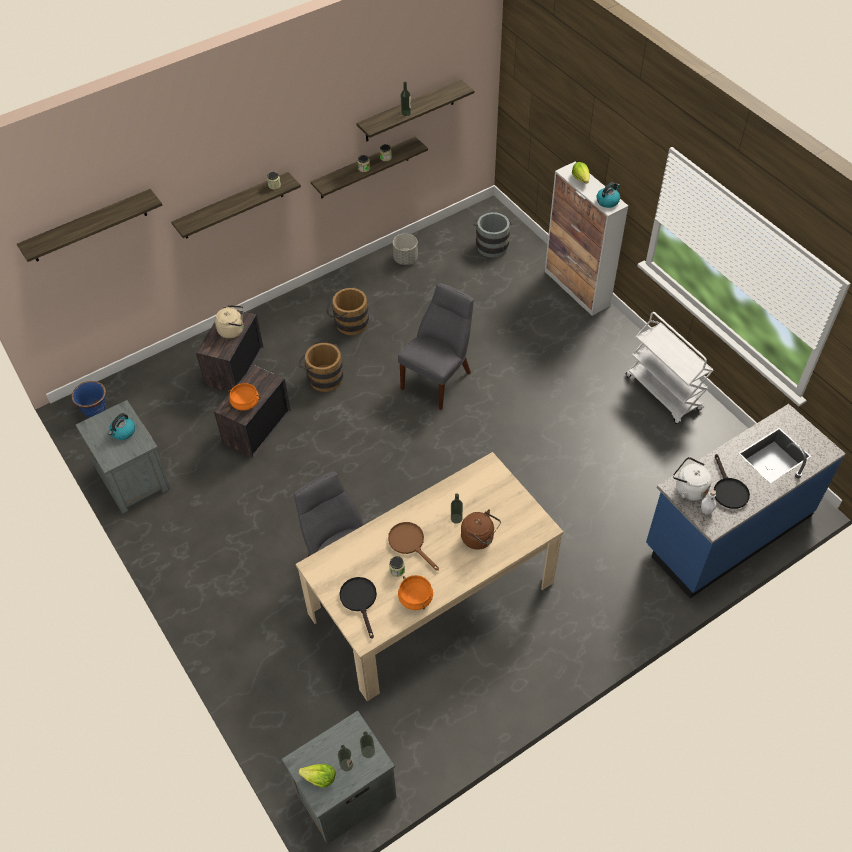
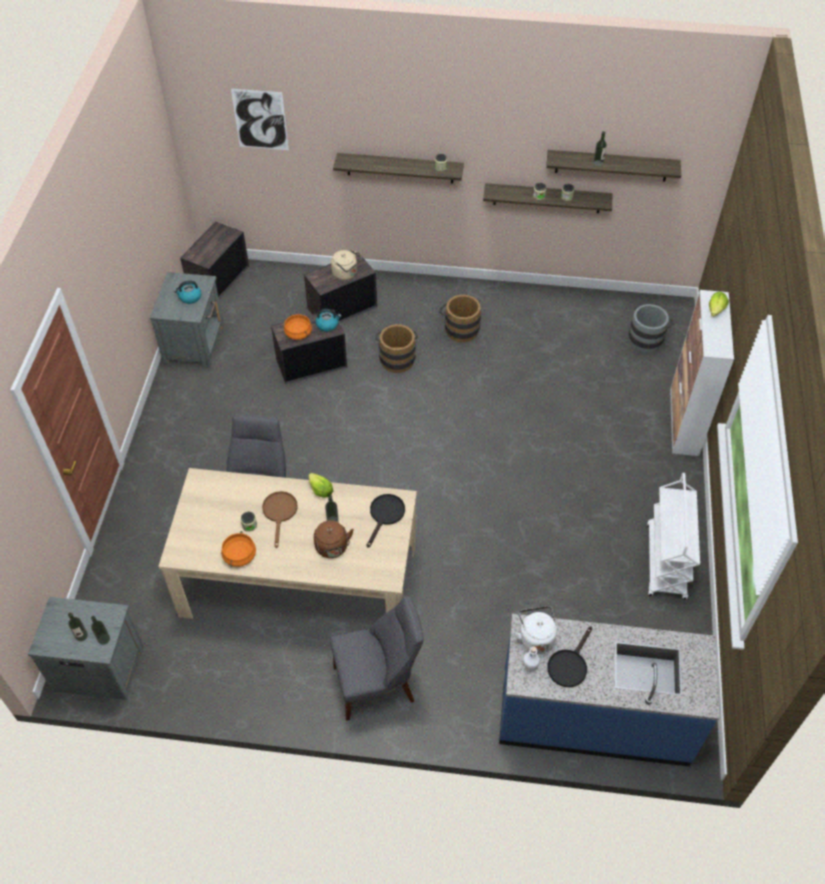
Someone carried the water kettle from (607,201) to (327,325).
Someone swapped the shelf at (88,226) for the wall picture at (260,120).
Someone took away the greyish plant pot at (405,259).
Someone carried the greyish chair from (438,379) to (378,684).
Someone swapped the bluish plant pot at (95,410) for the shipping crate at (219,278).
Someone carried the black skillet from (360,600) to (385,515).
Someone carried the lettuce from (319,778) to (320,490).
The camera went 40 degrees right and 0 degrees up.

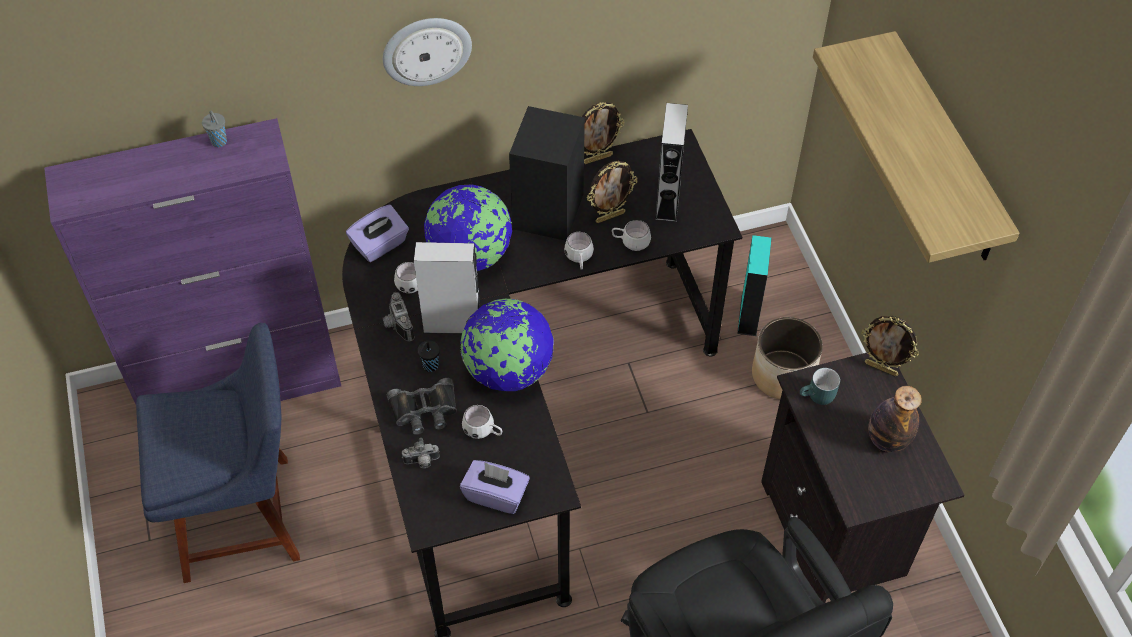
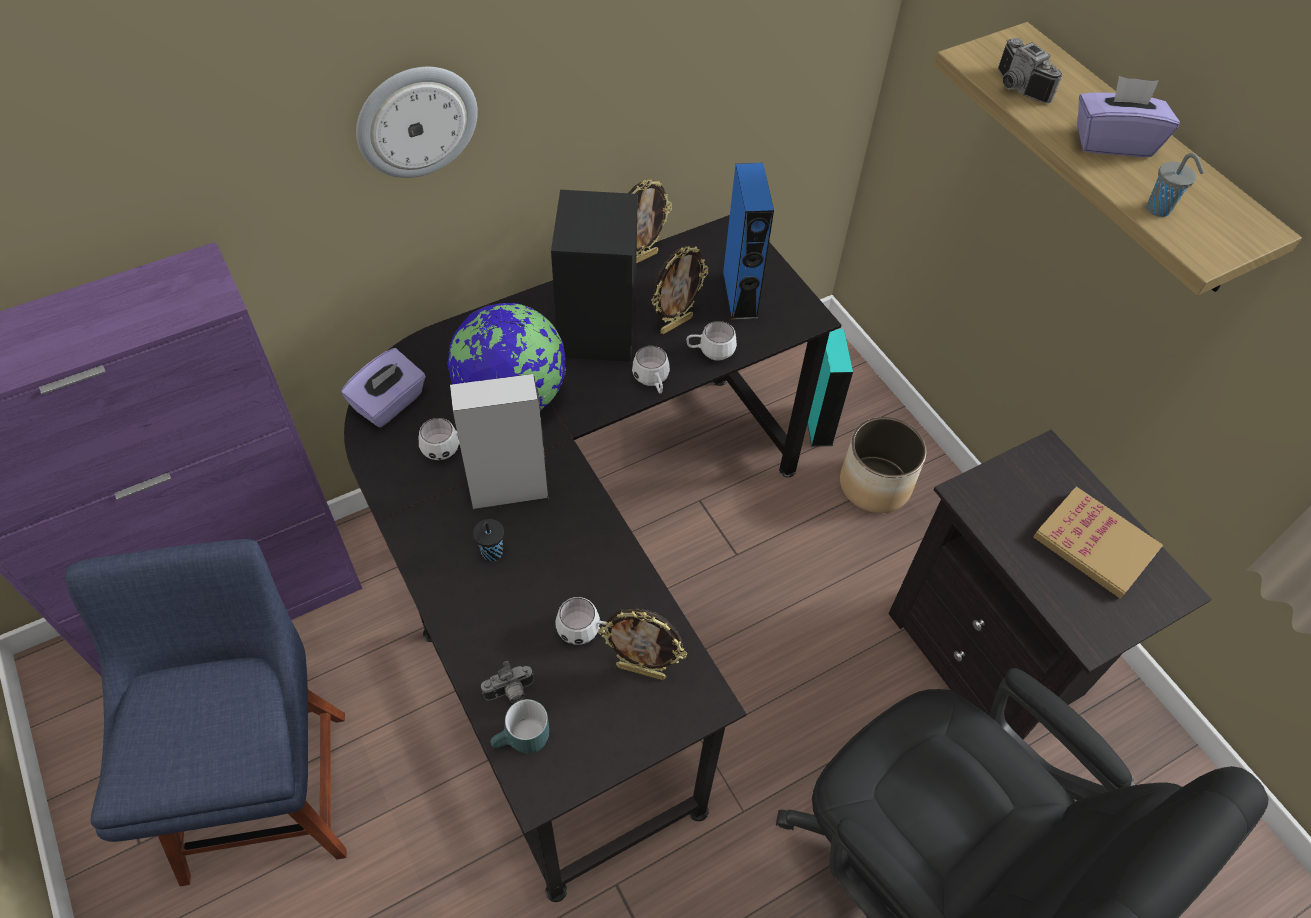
Someone repainted the greyish speaker at (668,200), which became the bluish speaker at (739,294).
Someone carried the greyish small cup from (219,142) to (1159,210).
Someone carried the photo camera from (396,325) to (1016,88).
Someone took away the globe at (508,371).
Someone carried the picture frame from (881,368) to (641,670).
Someone rotated the bluish chair at (245,517) by 75 degrees counterclockwise.
Someone carried the blue-green tea mug from (818,397) to (523,741).
Someone took away the black field glasses at (424,410).
Someone swapped the bottle at (887,439) for the volume at (1095,544).
Someone carried the purple-coloured tissue box from (496,495) to (1112,142).
The camera went 15 degrees left and 0 degrees up.

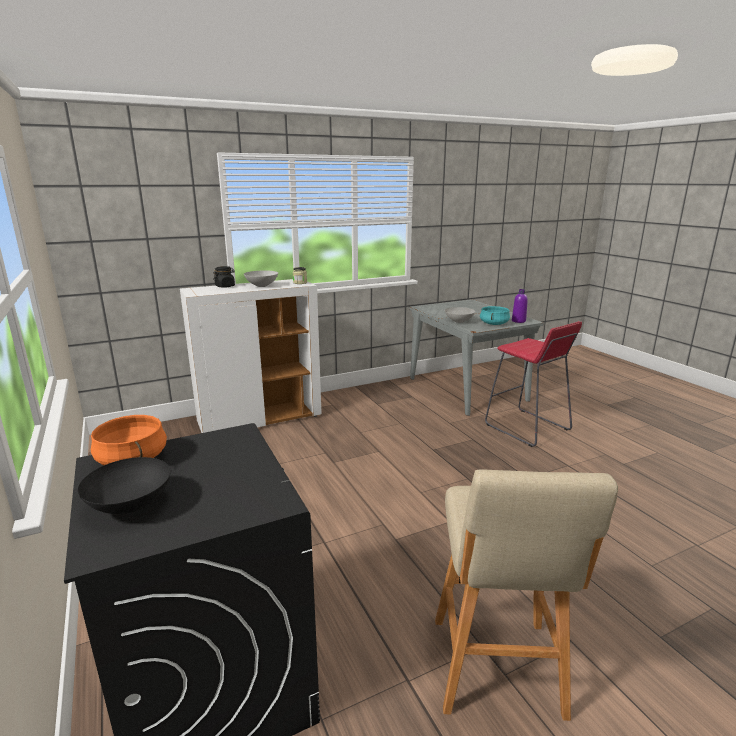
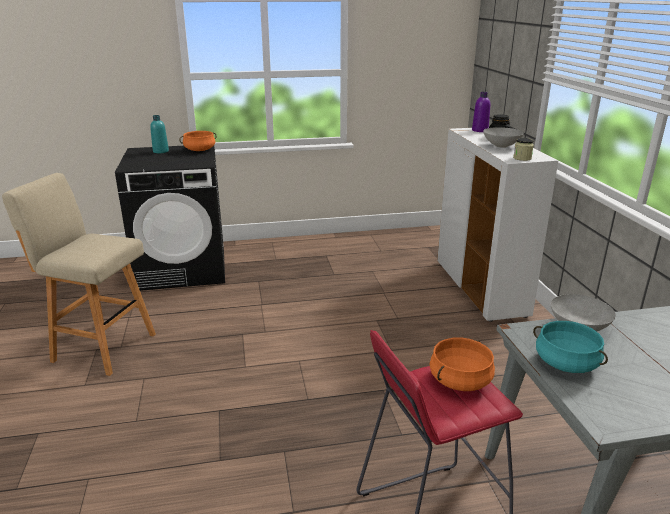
Someone carried the purple-coloured bottle from (518,321) to (480,130).
Someone swapped the black bowl at (131,505) for the blue-green bottle at (160,151).
Someone put down the orange-coloured stockpot at (459,380).
The camera went 105 degrees right and 5 degrees up.

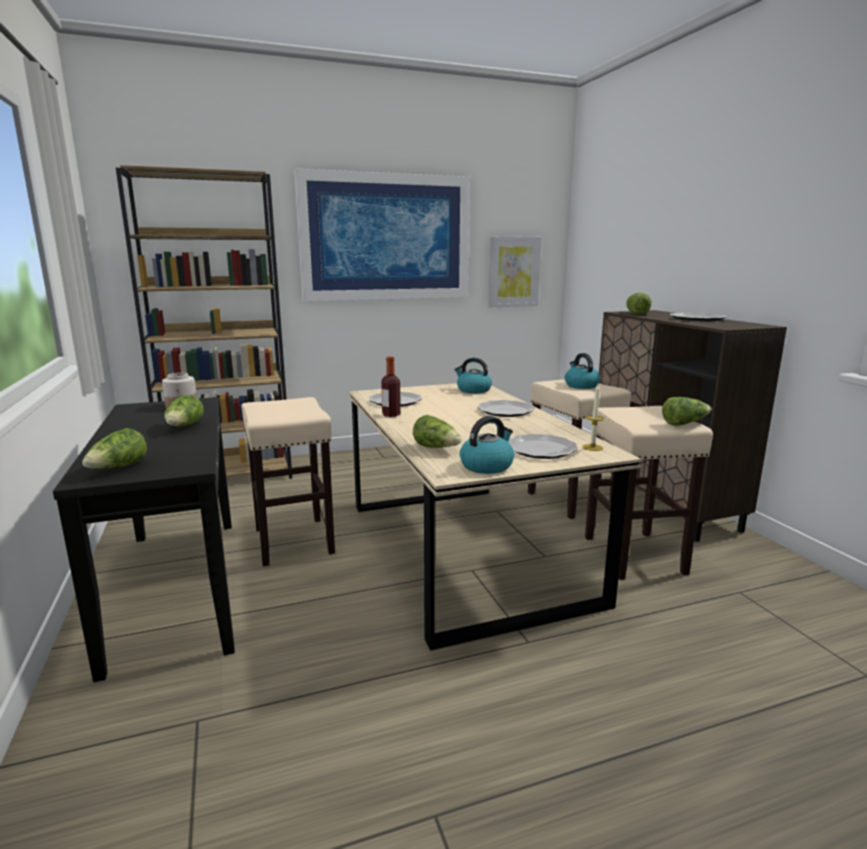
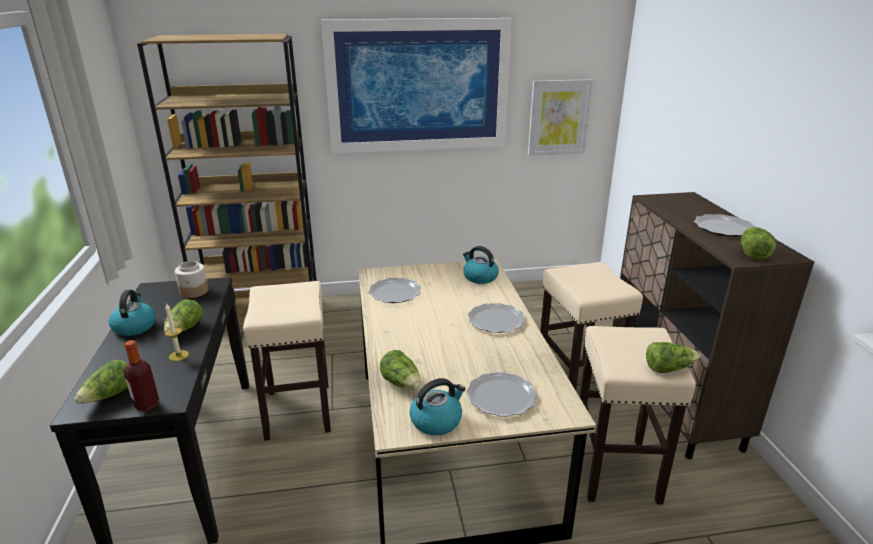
Someone carried the lettuce from (636,313) to (752,253).
Someone carried the water kettle from (581,385) to (134,326).
Someone carried the bottle from (391,415) to (146,404).
Someone carried the candle from (592,447) to (178,355).
The camera went 10 degrees right and 10 degrees up.

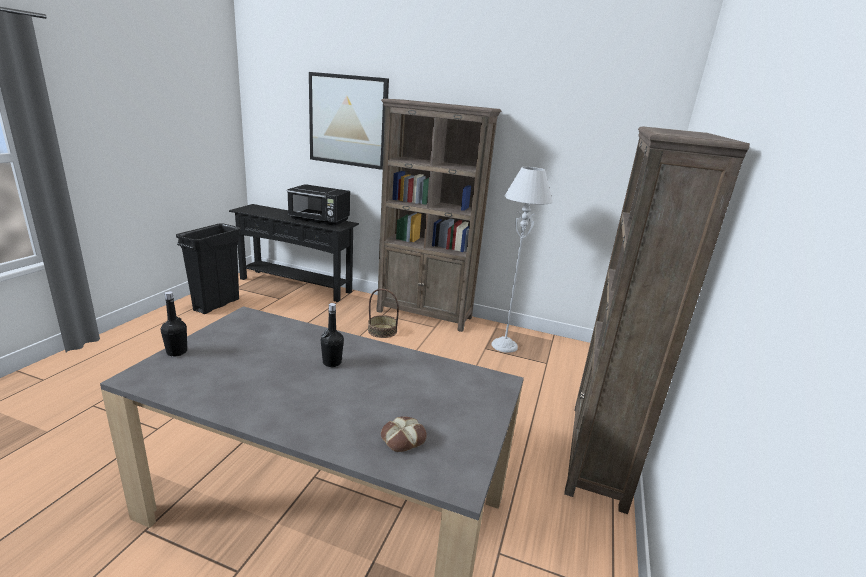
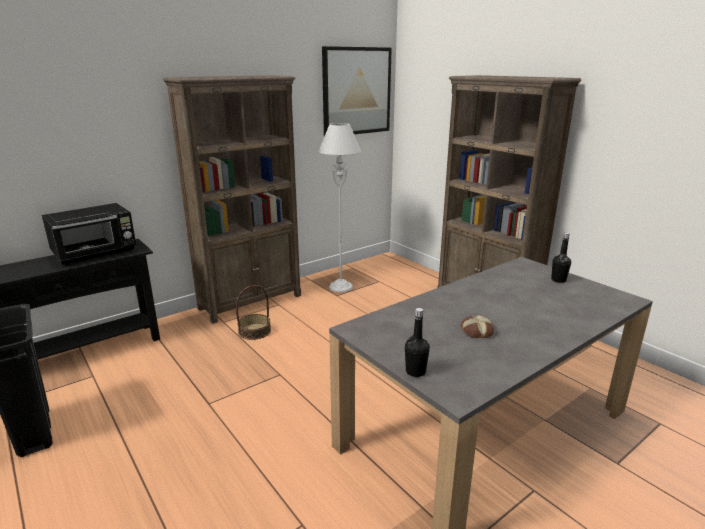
Someone carried the wall picture from (348,121) to (356,91).
Someone carried the black bottle from (332,362) to (558,280).
Someone carried the bakery bread from (403,438) to (476,331).
The camera went 55 degrees left and 0 degrees up.

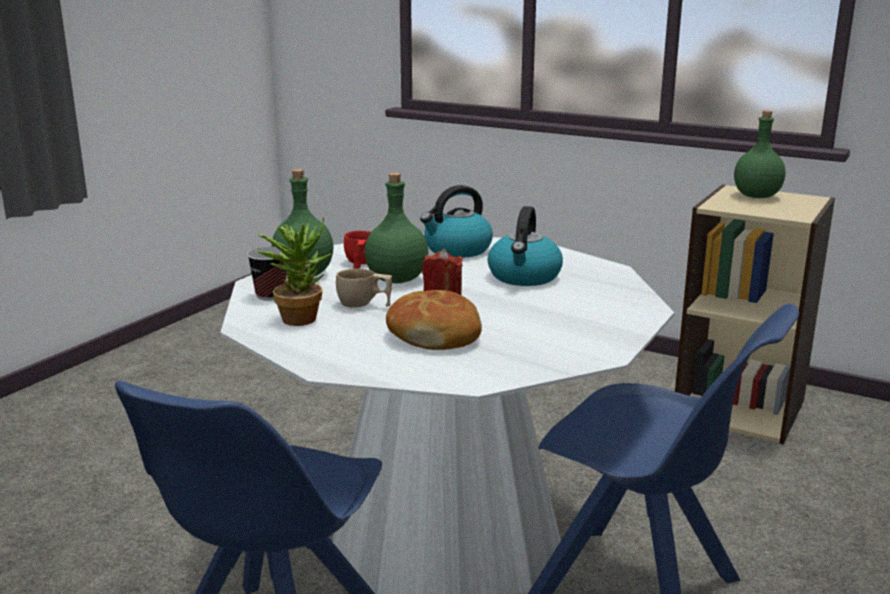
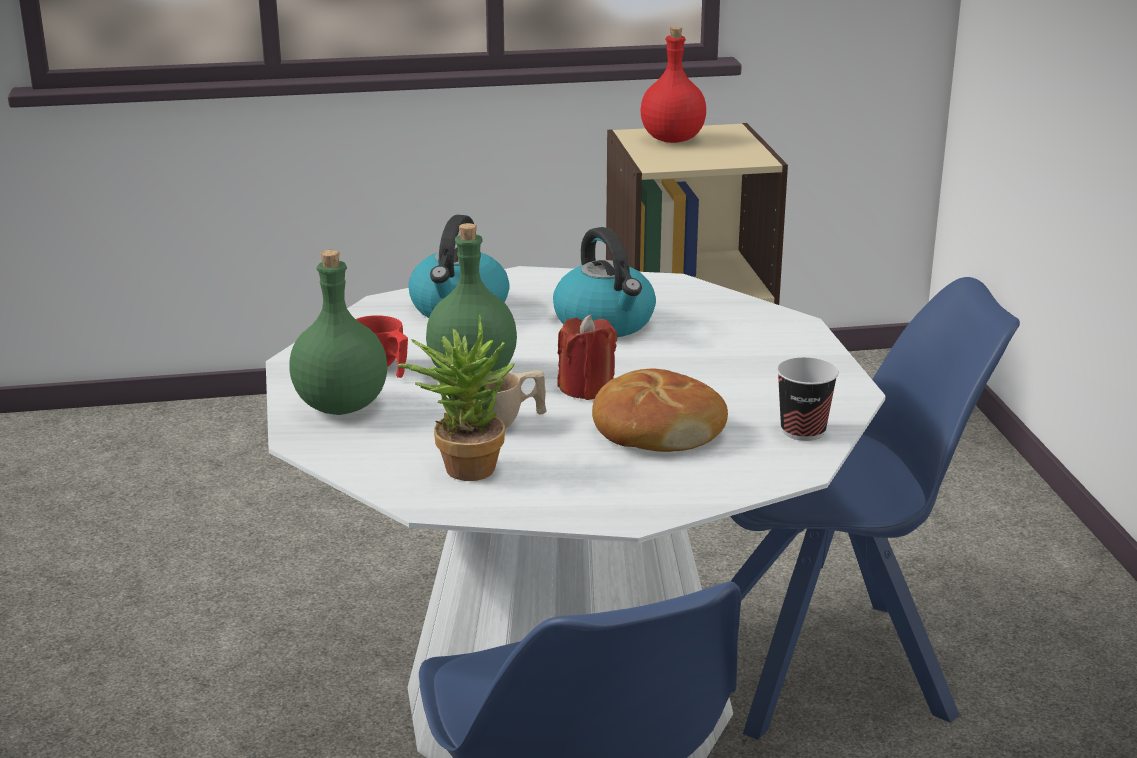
Someone repainted the greenish bottle at (757,196), which became the red-coloured bottle at (673,139).
Someone carried the small cup from (271,295) to (803,431).
The camera went 40 degrees left and 5 degrees up.

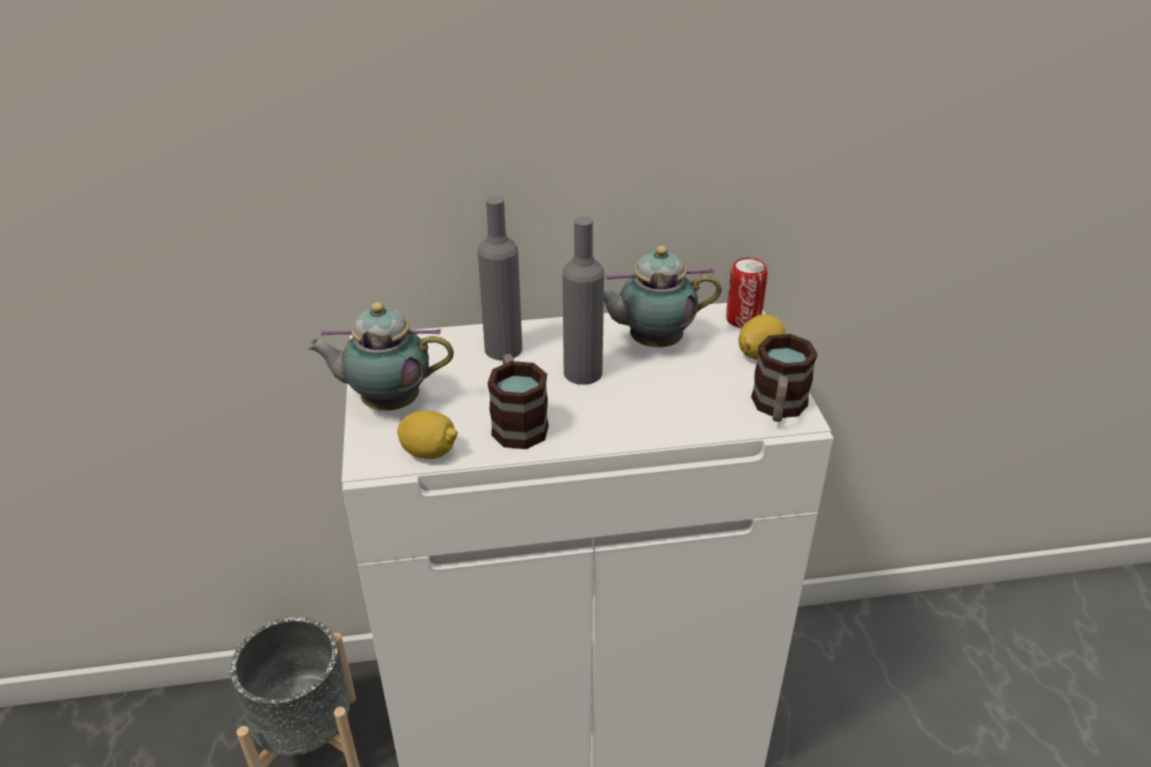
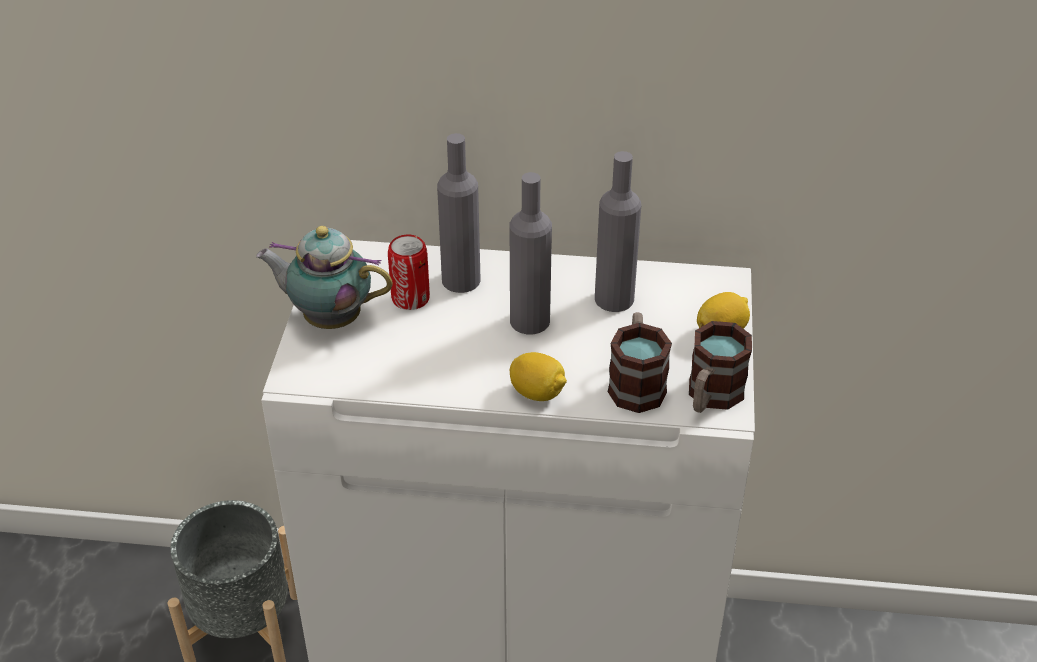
Someone swapped the tea pot at (651,342) for the greyish bottle at (614,298).
Someone carried the can from (743,320) to (410,298).
Someone carried the tea mug from (517,422) to (636,382).
Someone carried the lemon from (429,452) to (537,393).
The camera went 15 degrees right and 5 degrees up.

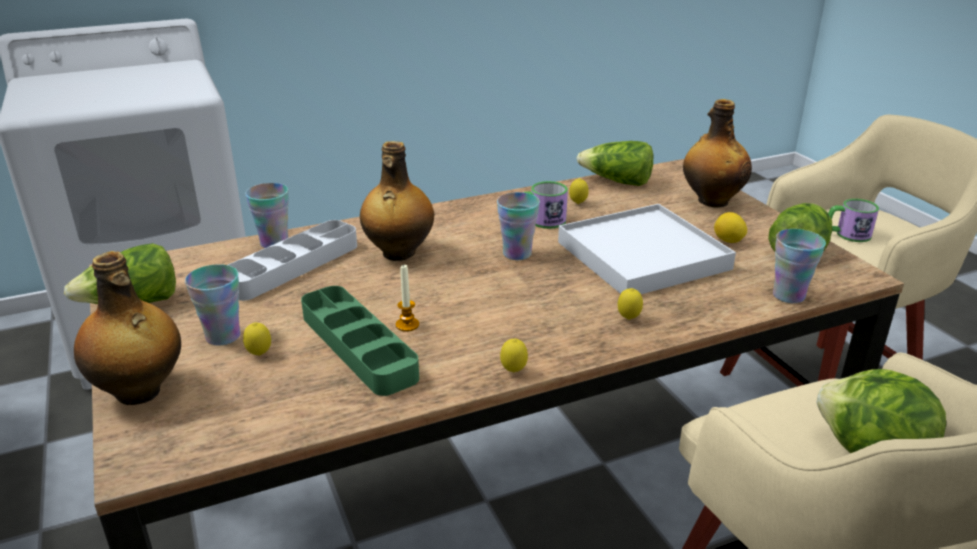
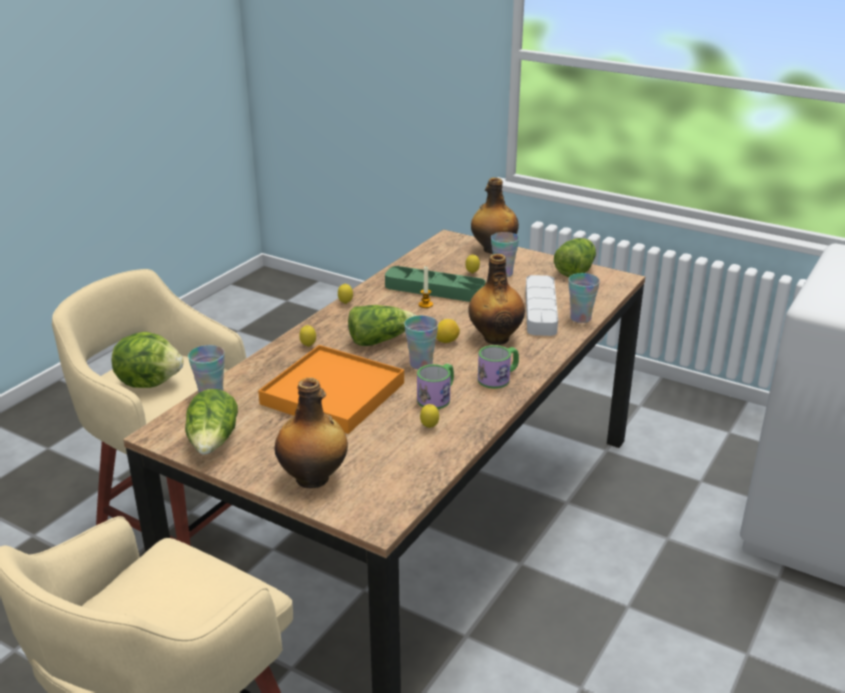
Someone carried the lettuce from (617,182) to (379,340).
Someone carried the tea mug from (847,234) to (498,378).
Someone repainted the whitish serving tray at (642,256), which became the orange-coloured serving tray at (333,393).
Someone carried the lemon from (728,241) to (446,341).
The camera went 145 degrees right and 0 degrees up.

